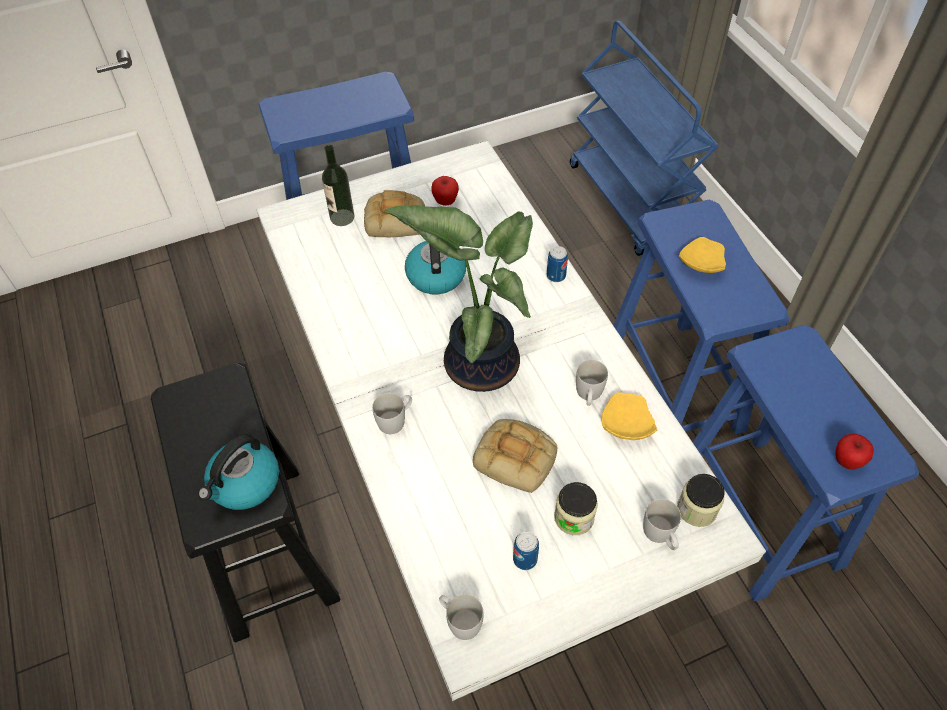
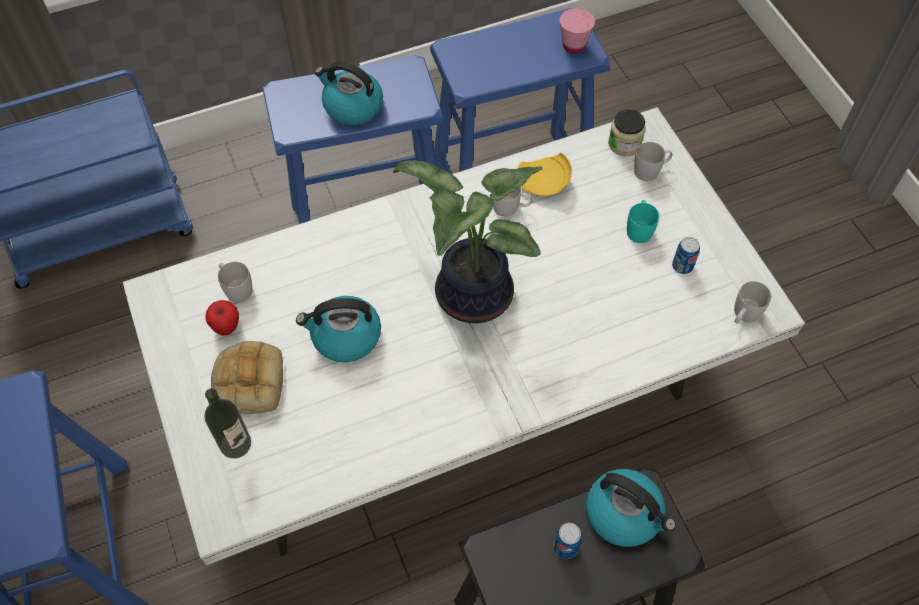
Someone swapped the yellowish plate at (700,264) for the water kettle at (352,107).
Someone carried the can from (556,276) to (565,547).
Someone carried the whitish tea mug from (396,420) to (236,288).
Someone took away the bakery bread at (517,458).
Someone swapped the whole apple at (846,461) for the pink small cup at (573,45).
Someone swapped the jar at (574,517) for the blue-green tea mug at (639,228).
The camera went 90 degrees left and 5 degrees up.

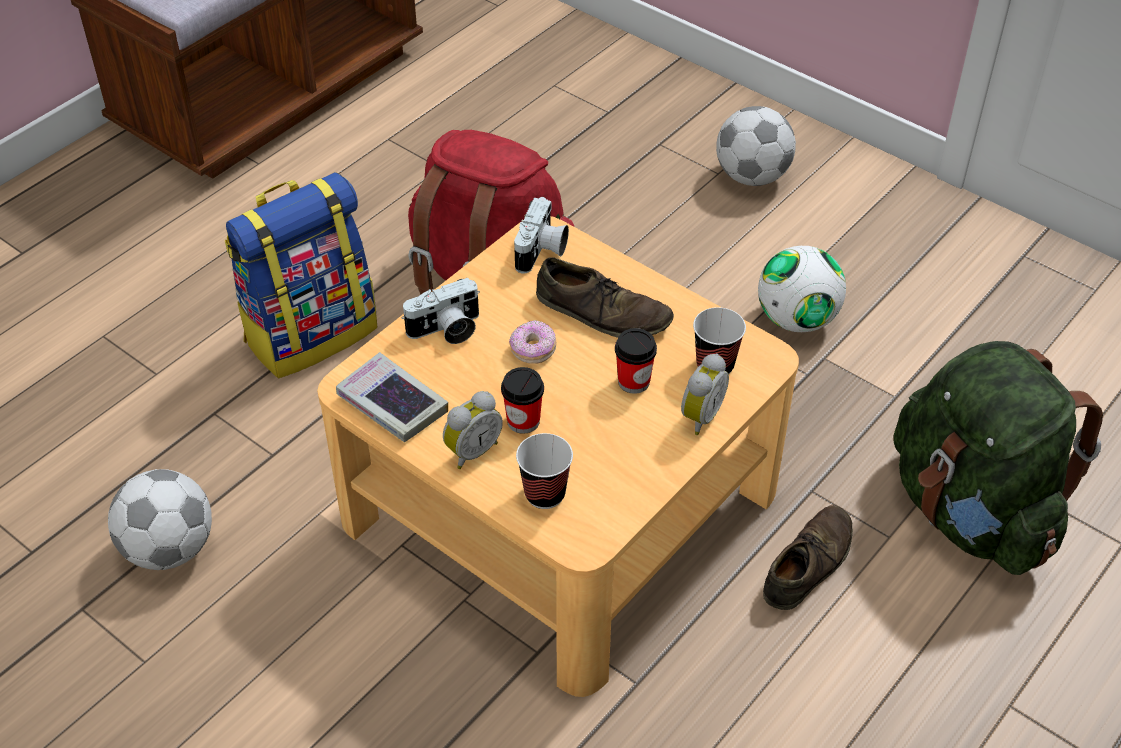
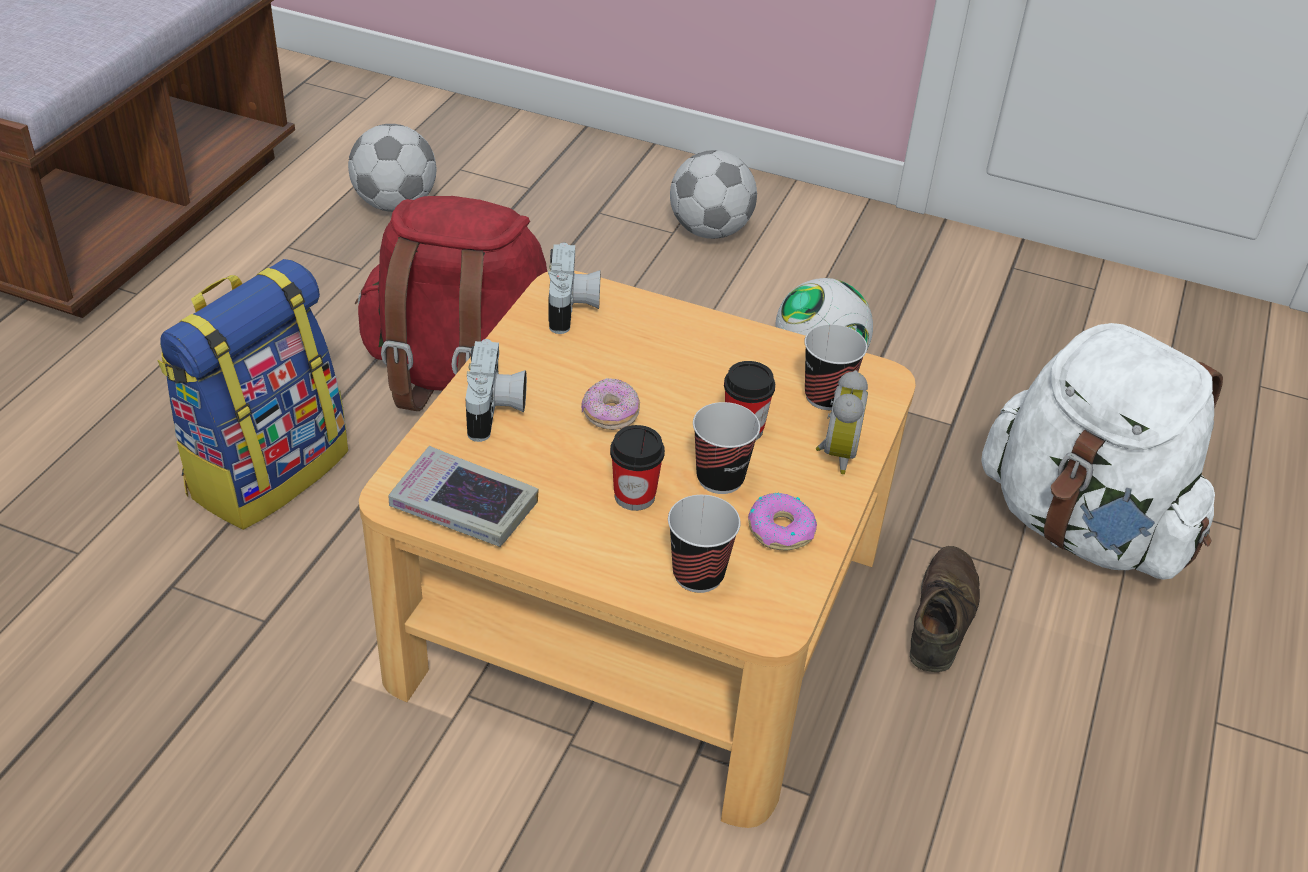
Someone took away the brown shoe at (603,312).
Someone rotated the photo camera at (446,330) by 45 degrees counterclockwise.
Someone repainted the greenish rucksack at (972,512), which became the whitish rucksack at (1082,527).
Someone took away the table clock at (471,451).
Someone carried the ball for football from (170,548) to (395,204).
Someone put down the small cup at (720,478).
Someone put down the ring doughnut at (781,529).
The camera went 20 degrees left and 5 degrees down.

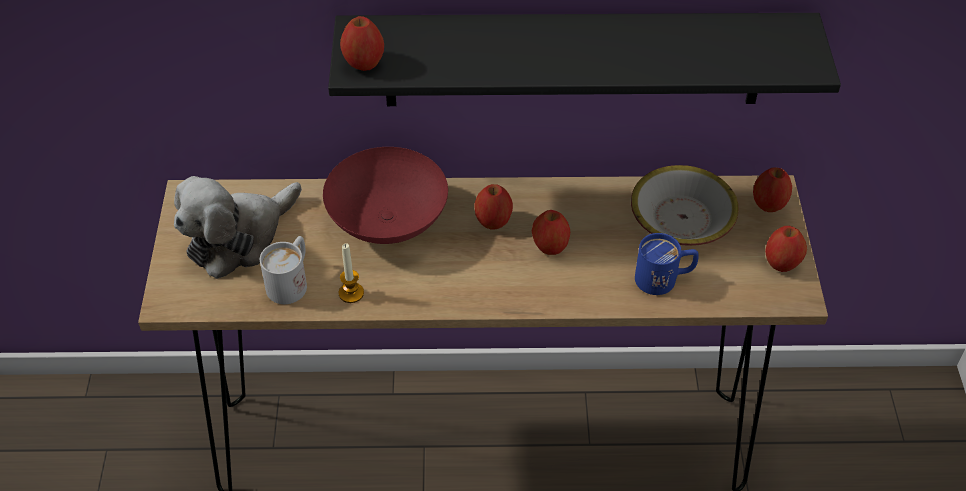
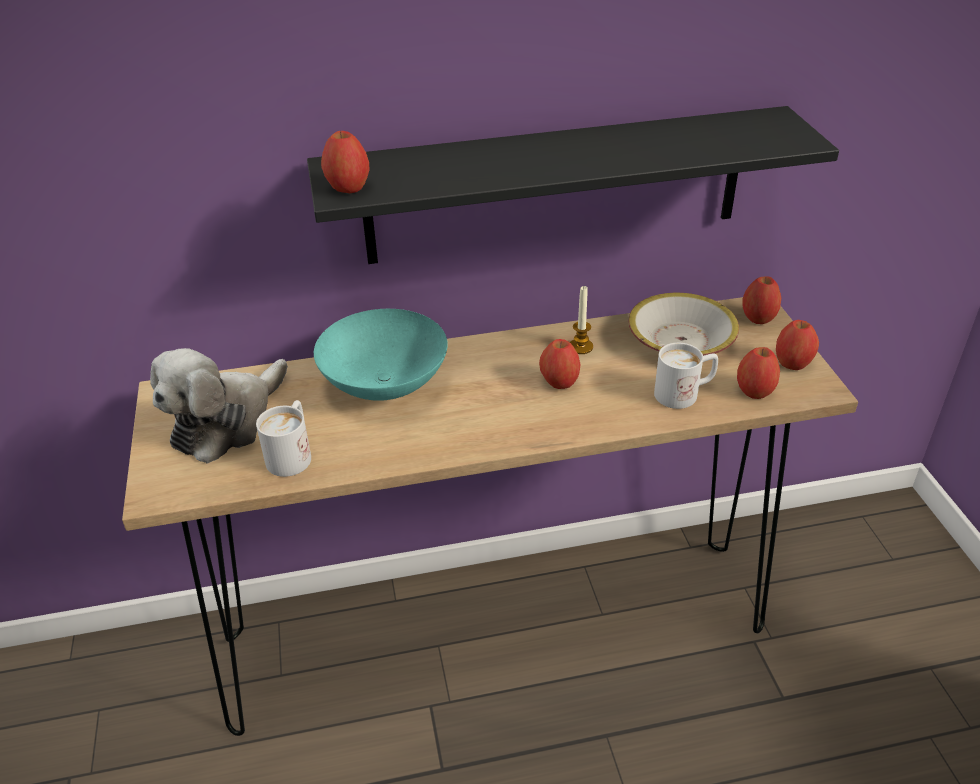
Someone repainted the red-coloured bowl at (388,223), which became the blue-green bowl at (386,386).
Someone carried the whole apple from (493,221) to (755,391).
Someone repainted the bluish tea mug at (664,279), which became the whitish tea mug at (684,393).
Someone carried the candle from (351,293) to (580,347).
The camera went 10 degrees left and 10 degrees down.

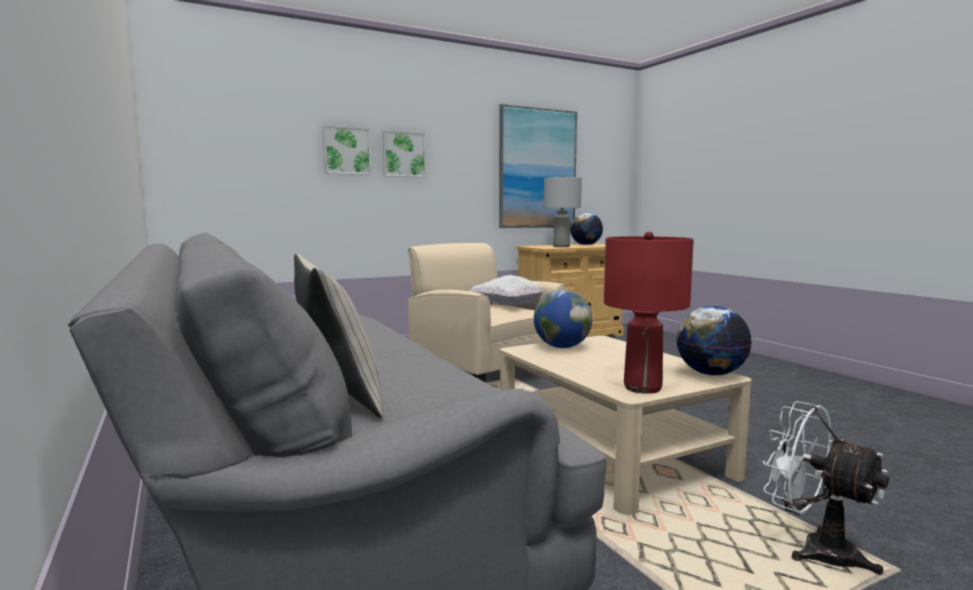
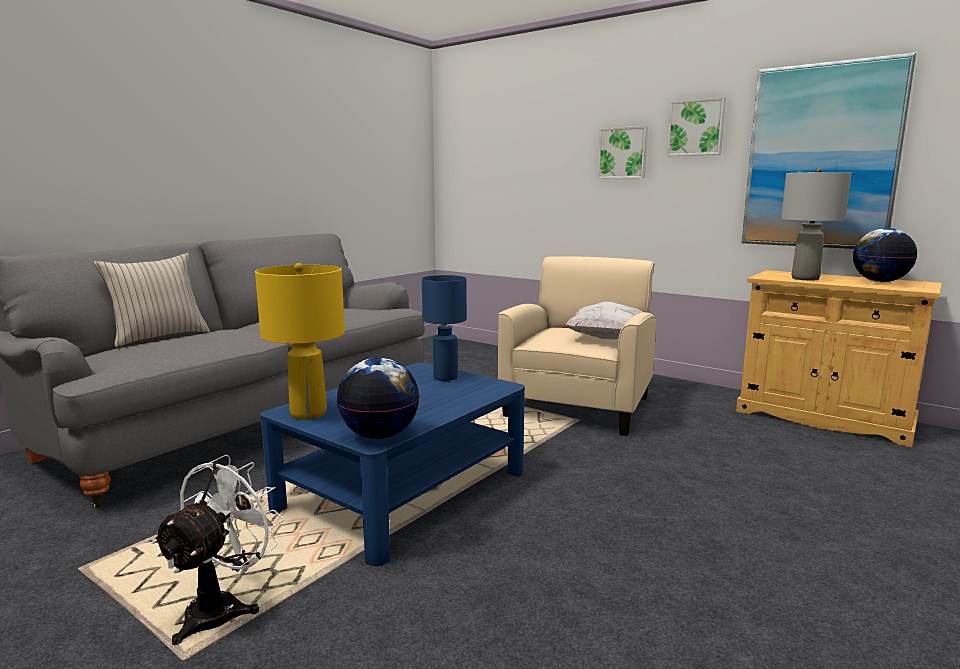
Someone carried the wall picture from (346,151) to (696,128).
Someone repainted the red-coloured tabletop lamp at (642,388), which became the yellowish tabletop lamp at (309,413).
Someone swapped the globe at (562,347) for the bluish tabletop lamp at (445,377).
Someone repainted the sand-coloured low table at (609,452), which became the bluish low table at (404,490).
The camera went 65 degrees right and 5 degrees up.

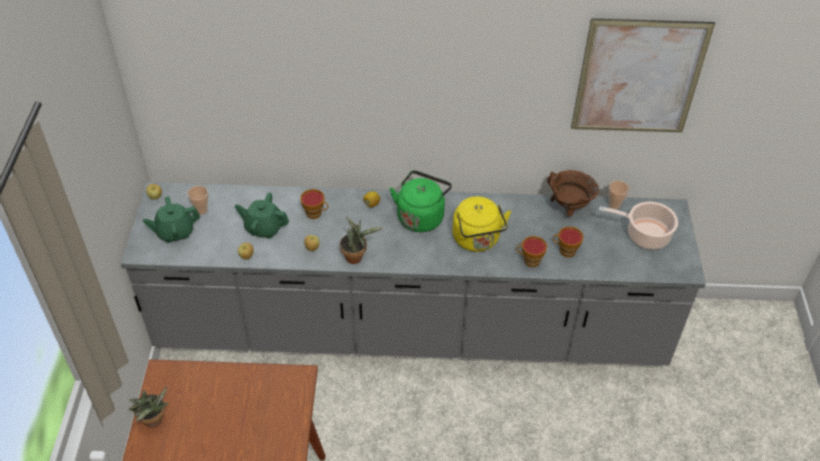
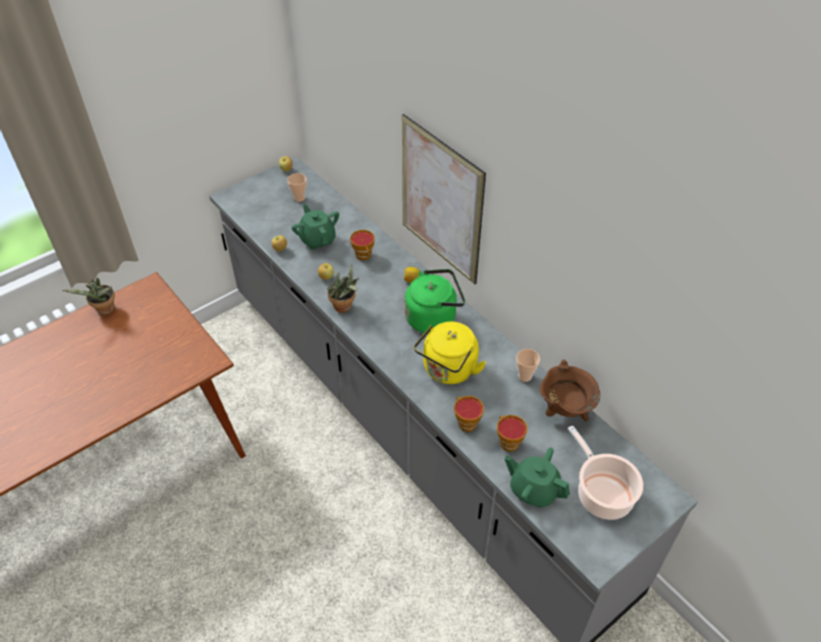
Someone carried the wall picture from (639,77) to (440,201).
Someone carried the small cup from (614,205) to (525,376).
Someone carried the greenish tea pot from (175,232) to (533,489).
The camera went 50 degrees right and 0 degrees up.

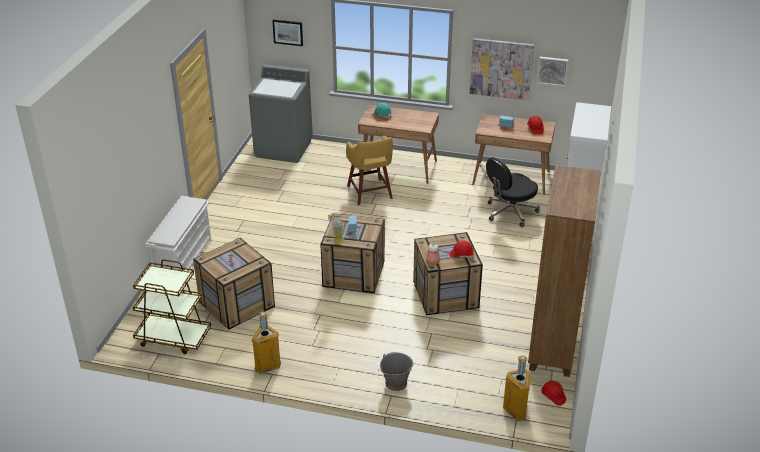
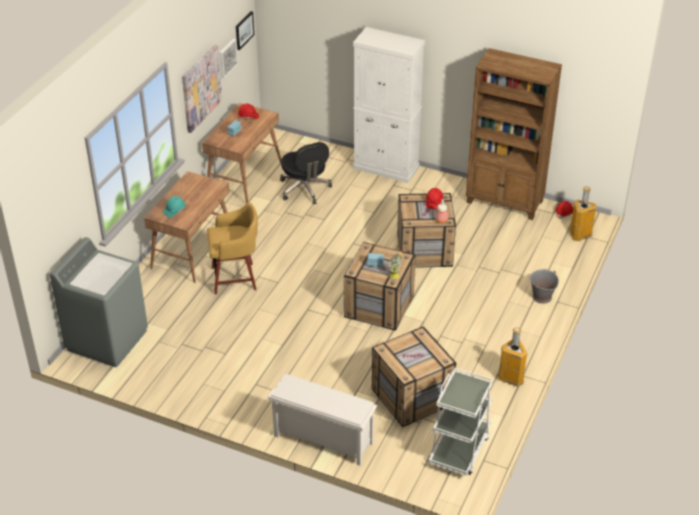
Someone carried the wall picture from (288,32) to (244,30).
Someone repainted the brown cart at (173,337), which became the whitish cart at (459,449).
The camera went 80 degrees left and 5 degrees up.

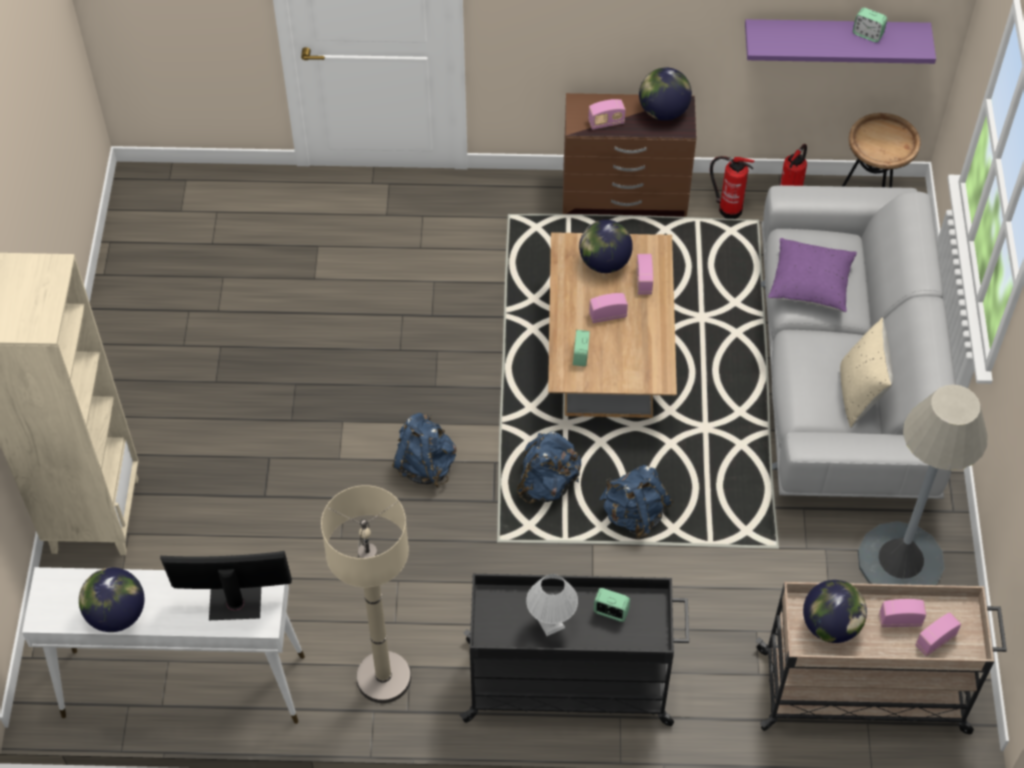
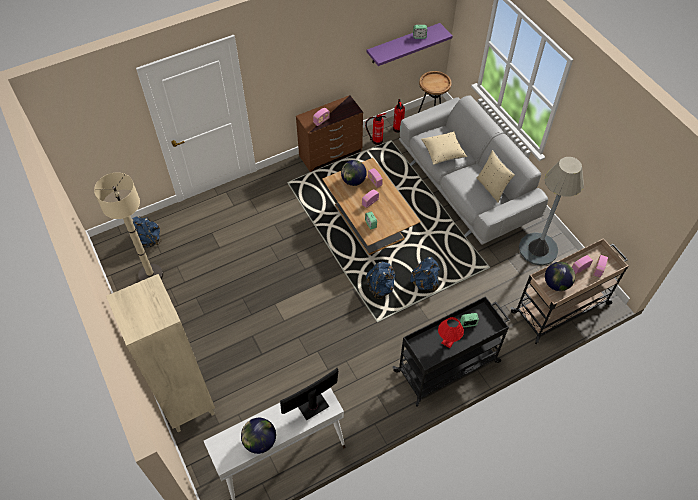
Someone took away the globe at (663,111).
Someone repainted the purple-coloured pillow at (810,285), which became the sand-coloured pillow at (443,153).
Someone carried the bluish rucksack from (425,465) to (148,239).
Someone carried the sand-coloured standing lamp from (383,678) to (151,275).
Someone repainted the whitish tabletop lamp at (550,623), which became the red-coloured tabletop lamp at (447,342).
The camera went 30 degrees left and 0 degrees up.

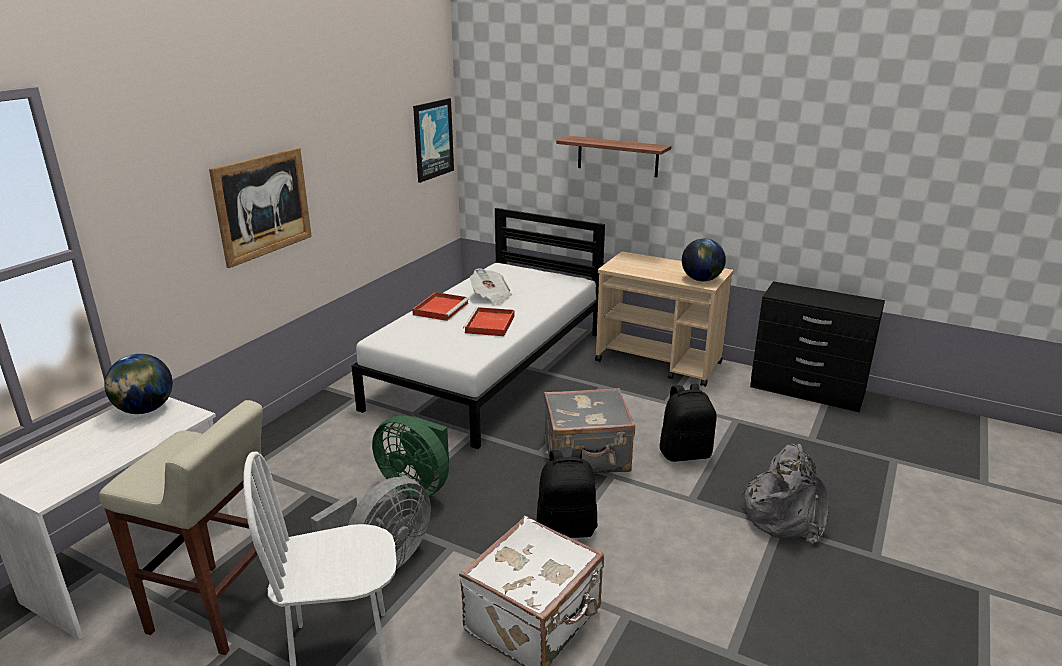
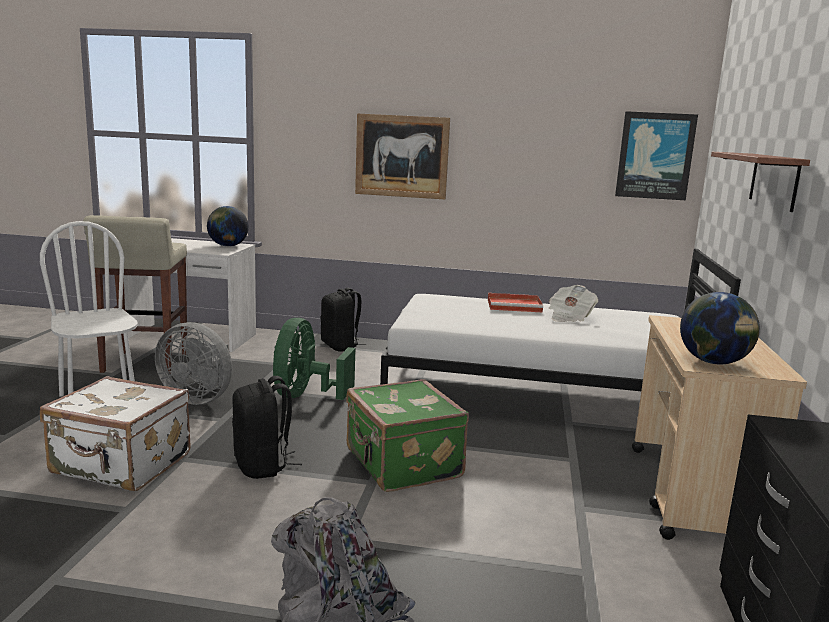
Someone took away the red-coloured serving tray at (490,325).
Someone carried the black rucksack from (685,453) to (340,346).
Someone repainted the greyish travel case at (587,456), which became the greenish travel case at (401,464).
The camera went 70 degrees right and 10 degrees down.

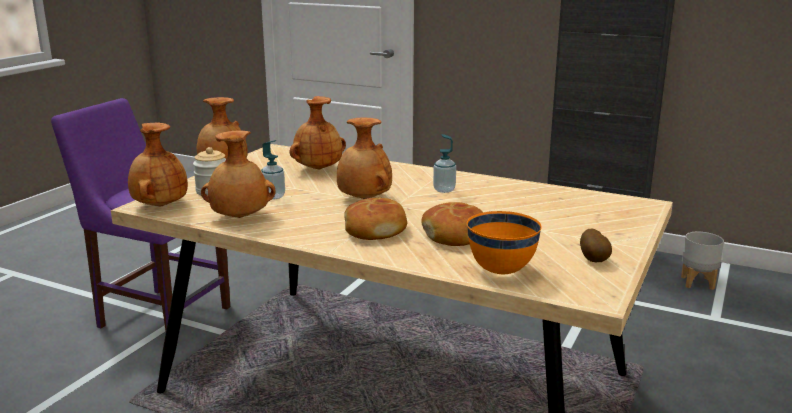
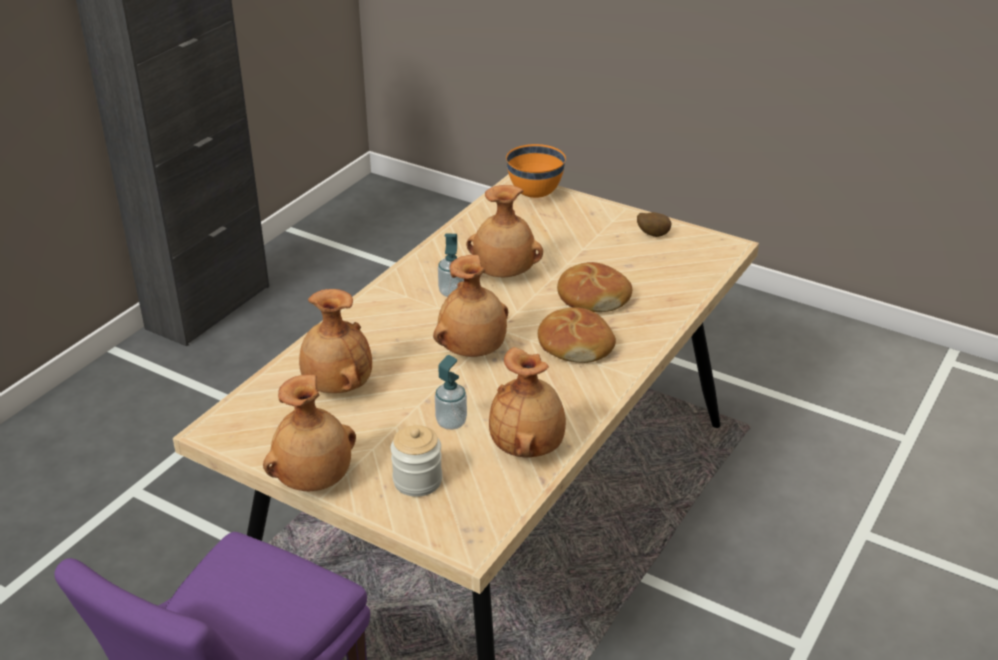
Someone carried the brown vase from (159,206) to (504,274).
Someone carried the orange-coloured bowl from (501,271) to (535,194).
Someone took away the greyish plant pot at (696,282).
The camera went 85 degrees left and 15 degrees up.

